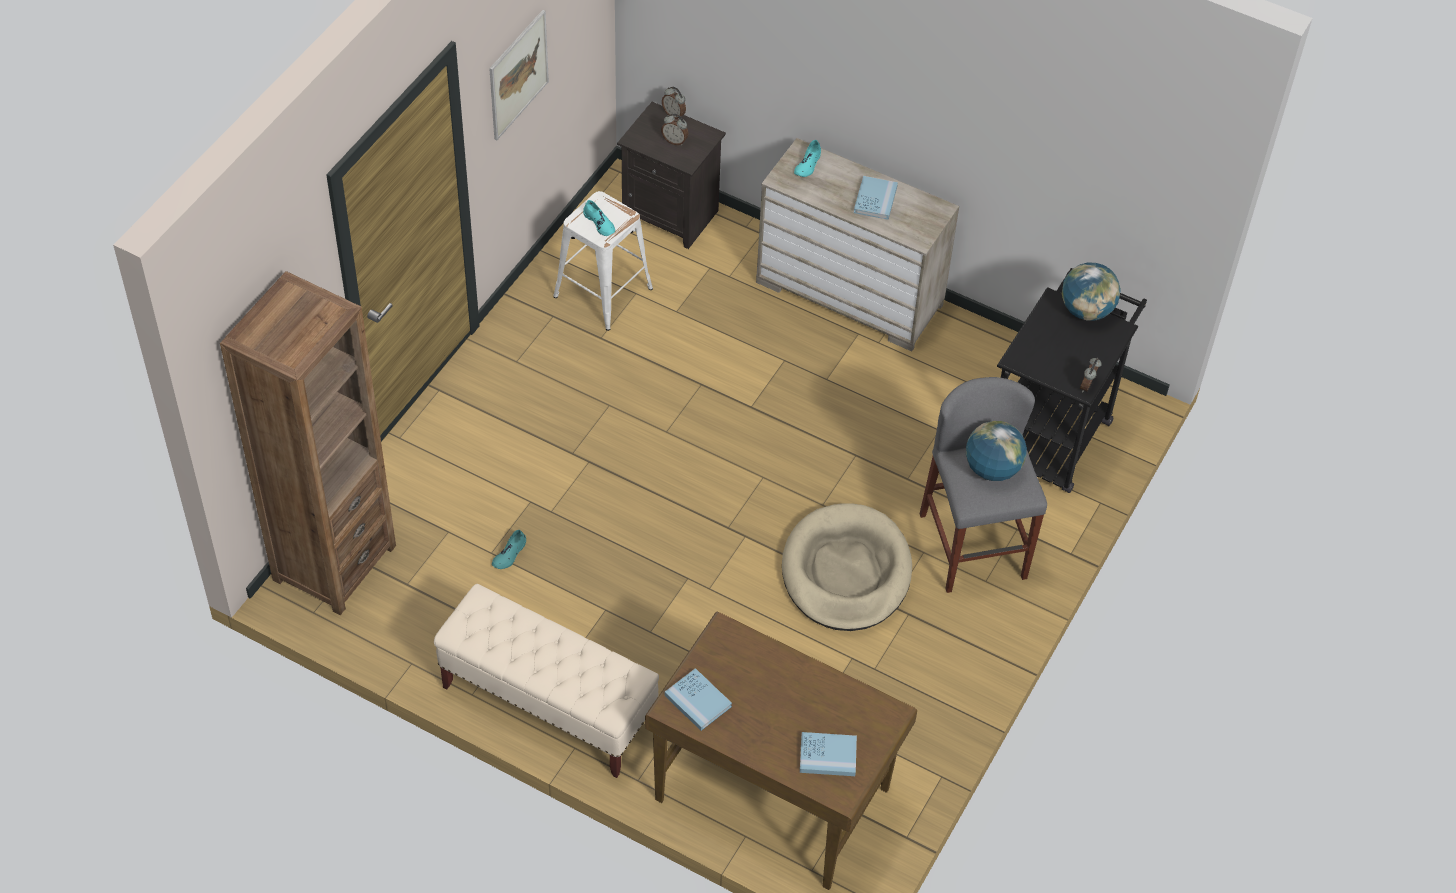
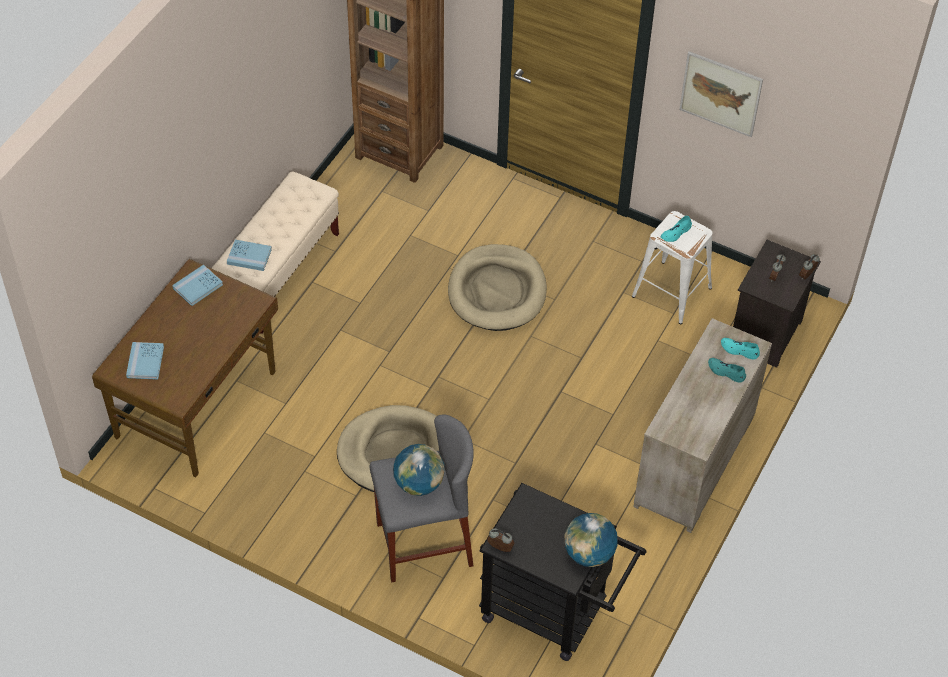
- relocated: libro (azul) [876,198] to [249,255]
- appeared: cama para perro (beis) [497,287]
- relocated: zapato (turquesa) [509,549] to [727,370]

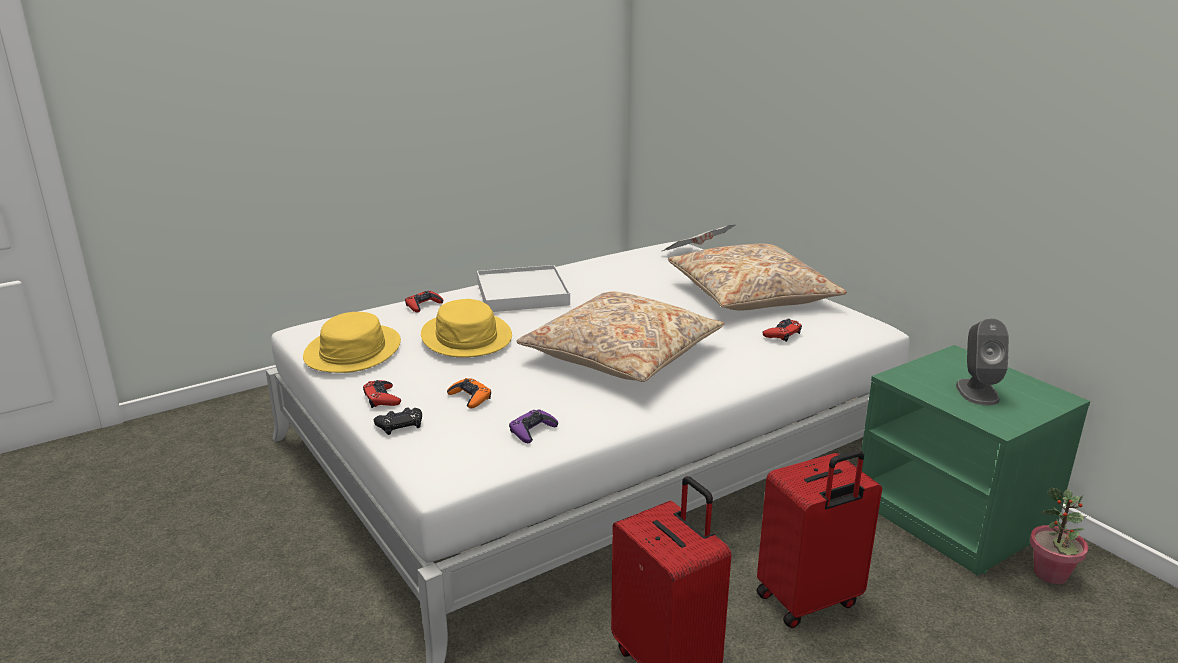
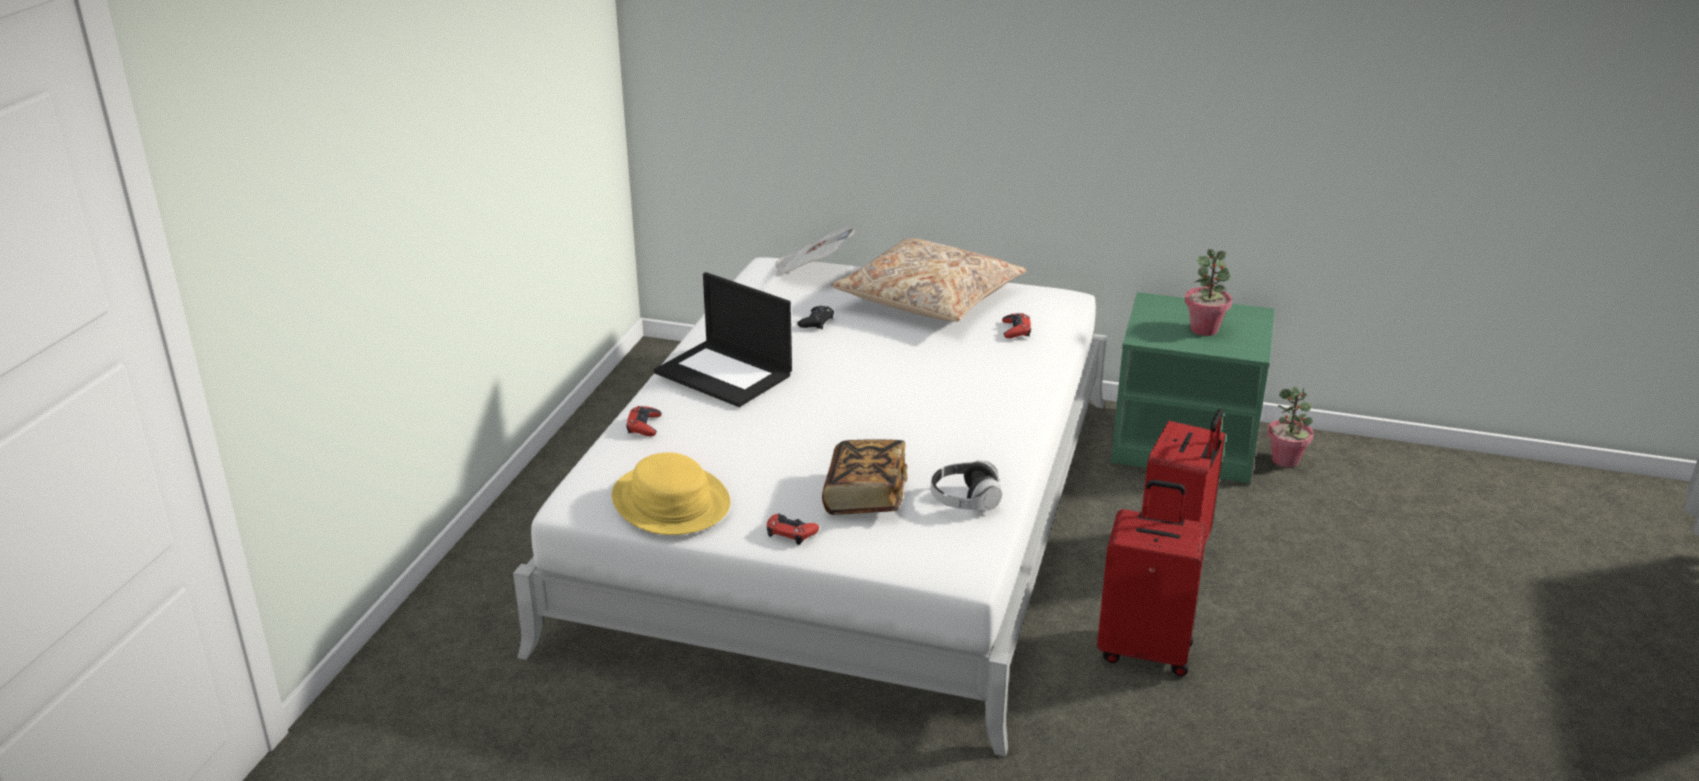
- exchanged: bandeja (blanco) [523,288] to portátil [723,339]
- relocated: mando de consola (negro) [398,421] to [815,317]
- exchanged: mando de consola (naranja) [469,393] to libro [864,477]
- exchanged: mando de consola (morado) [533,426] to auriculares [966,485]
- exchanged: altavoz (gris) [982,361] to planta en maceta [1208,292]
- missing: sombrero (amarillo) [466,328]
- missing: cojín (beis) [620,337]

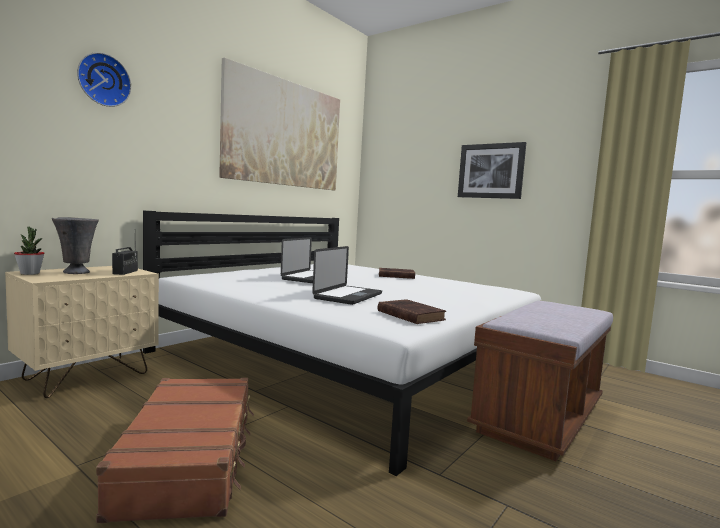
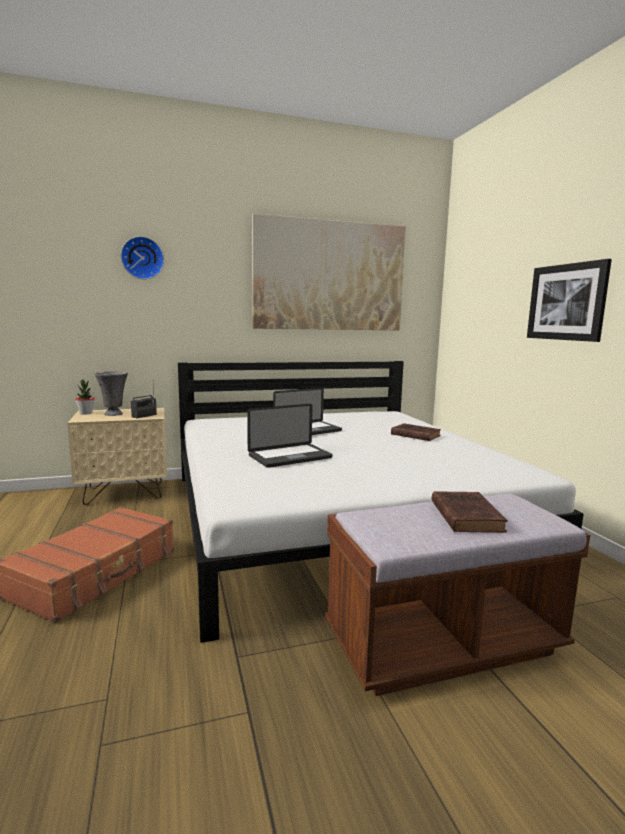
- relocated: libro (marrón) [412,311] to [470,512]

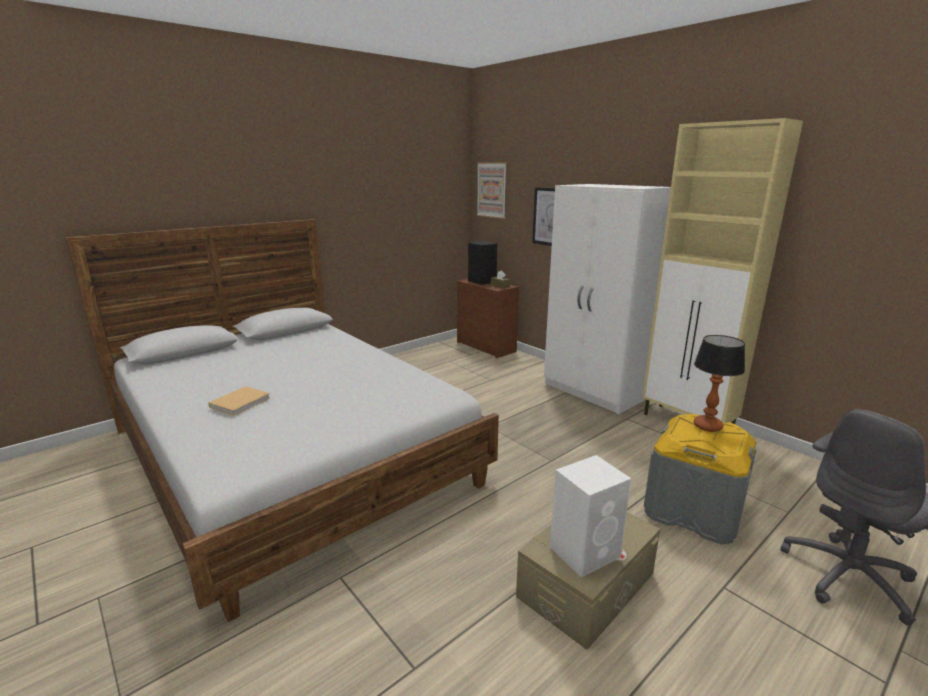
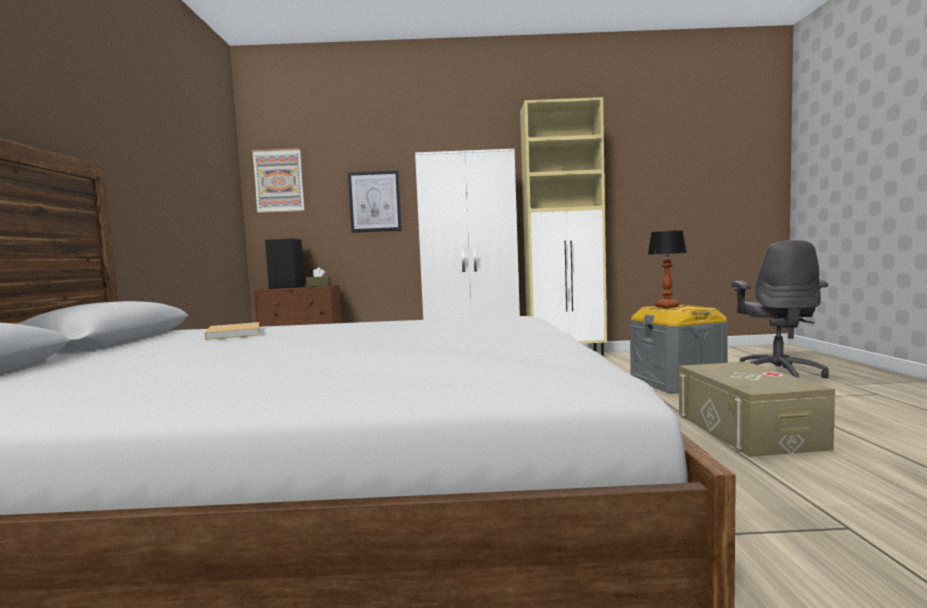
- relocated: libro (beis) [239,401] to [232,331]
- missing: altavoz (blanco) [590,516]

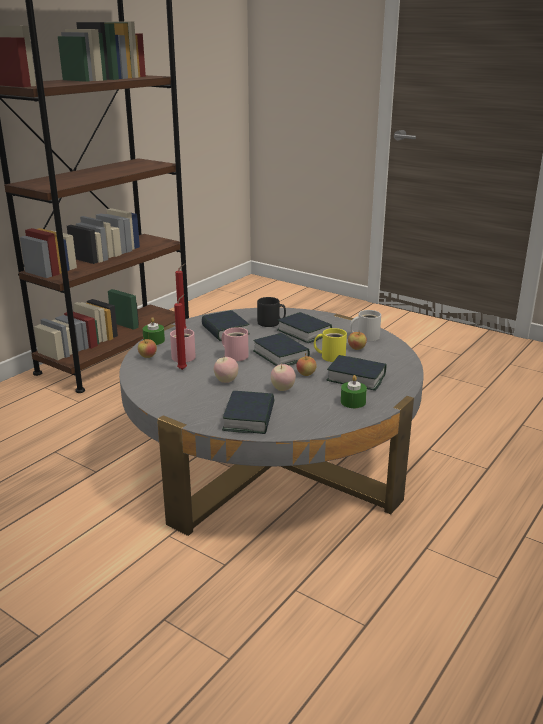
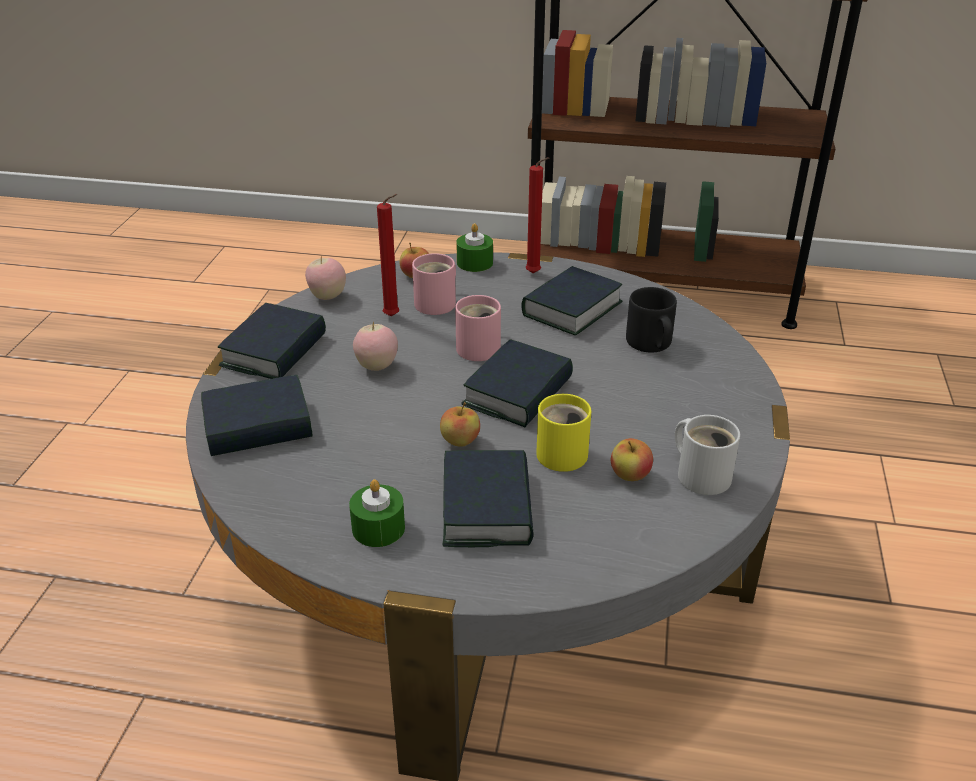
- relocated: libro [304,327] to [272,341]
- relocated: manzana [283,377] to [325,277]

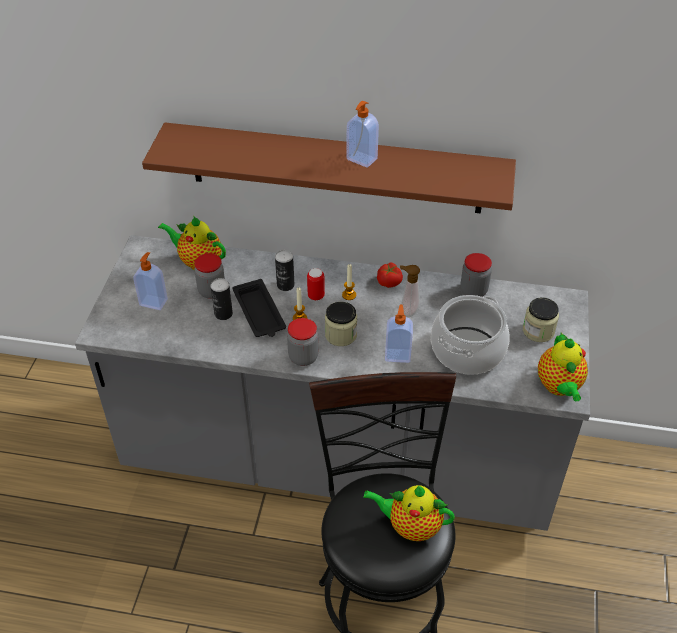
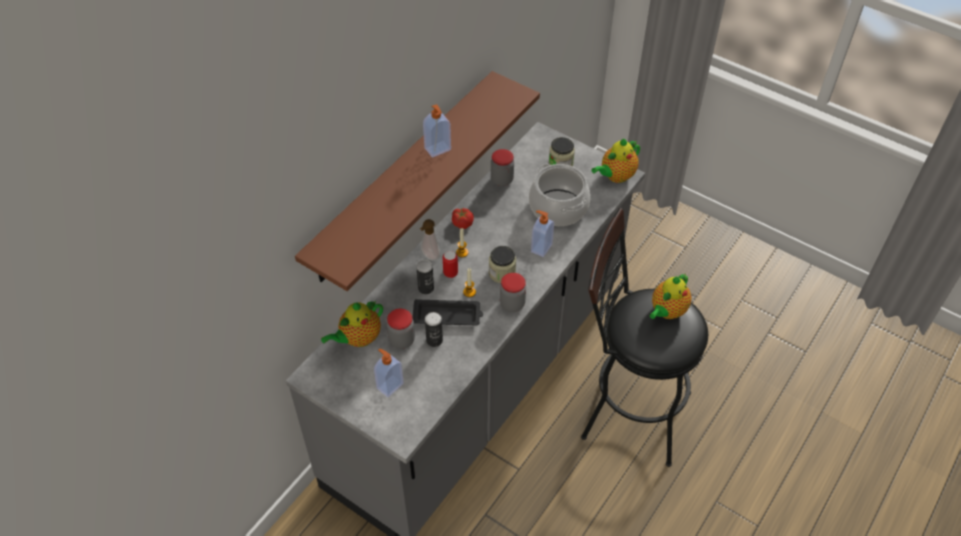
- relocated: dispensador de jabón [410,291] to [430,240]
- spun: tetera [563,367] = [616,161] 120 degrees clockwise

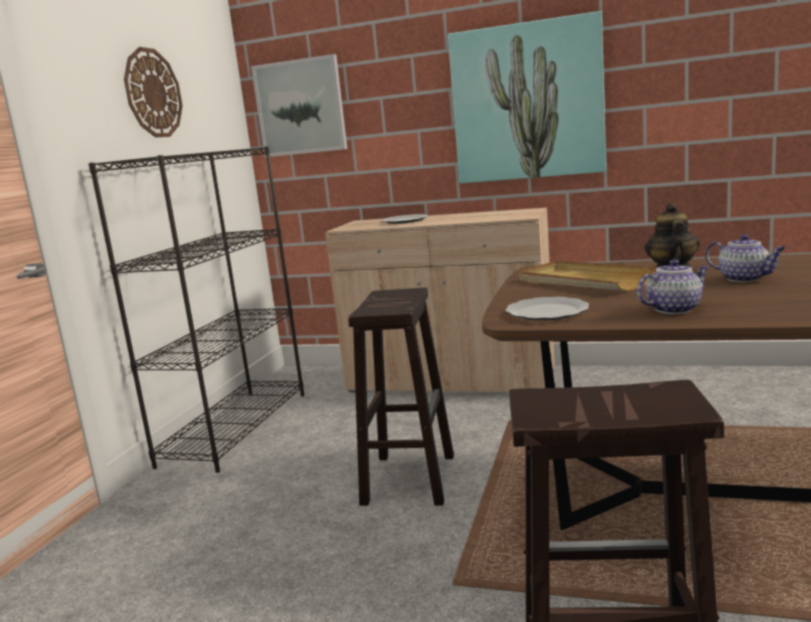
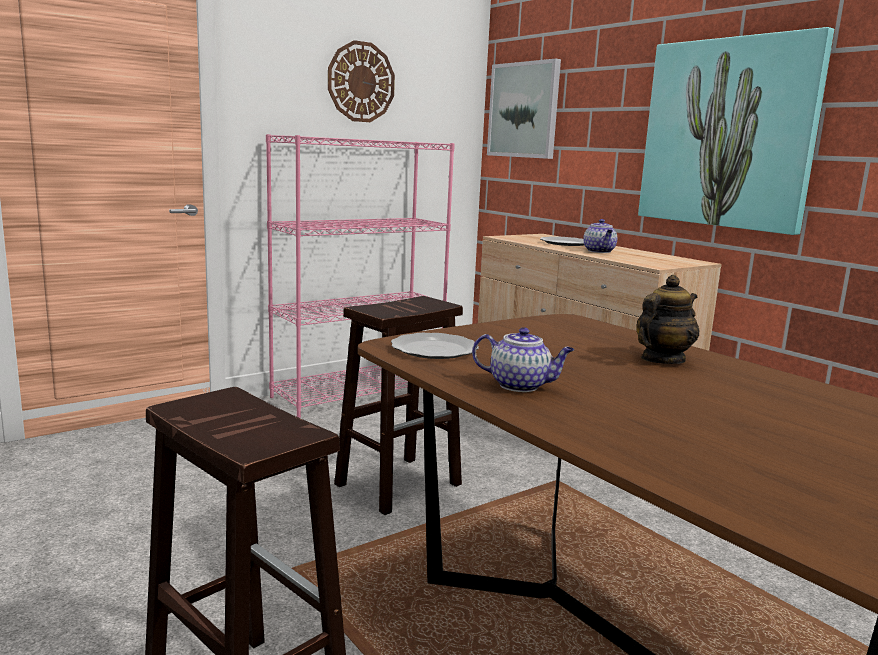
- colour: estantería (negro) [196,309] to estantería (rosa) [360,276]
- relocated: tetera [745,258] to [600,236]
- missing: bandeja (beis) [588,276]

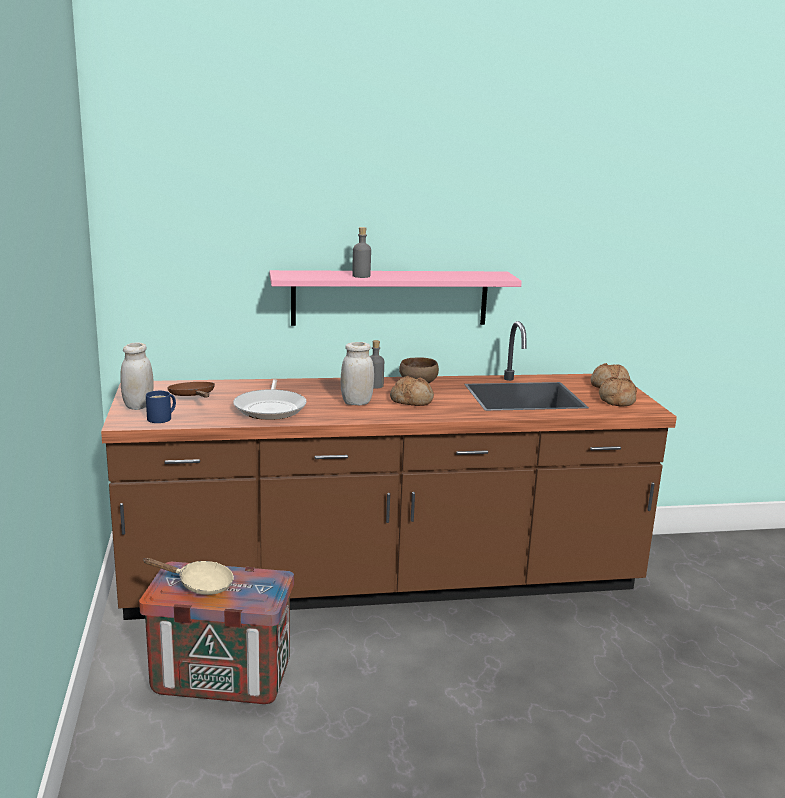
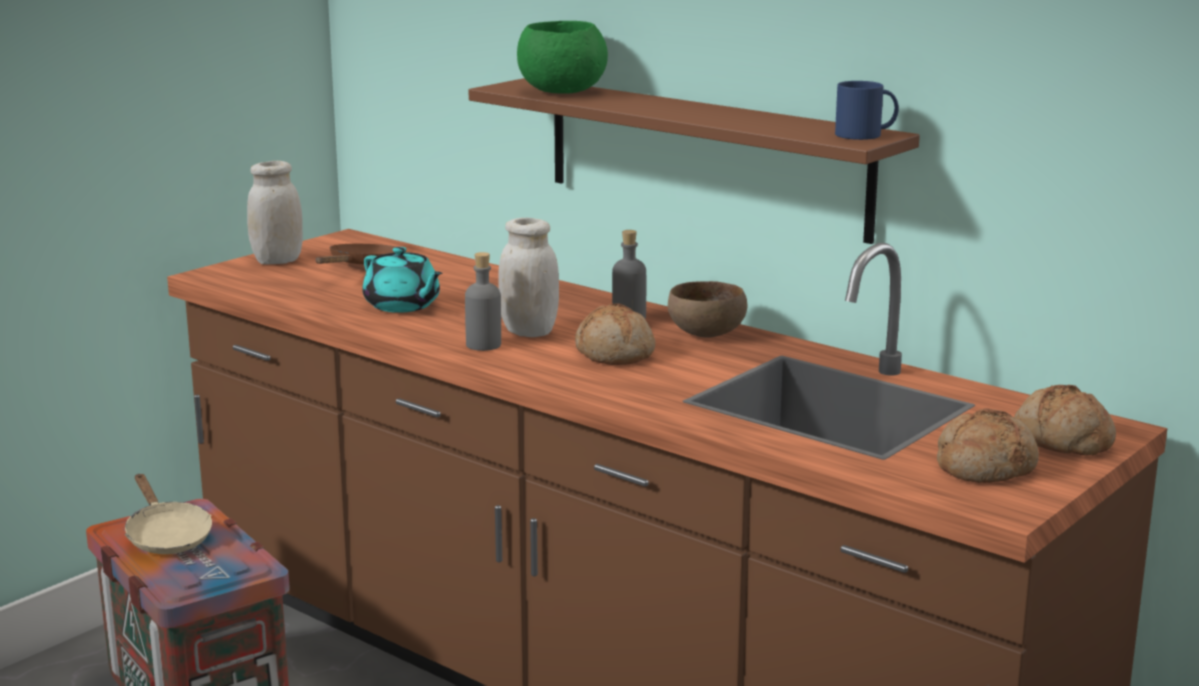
- exchanged: sartén [270,399] to tetera (turquesa) [402,280]
- relocated: botella (gris) [361,252] to [483,301]
- colour: estante (rosa) [396,298] to estante (marrón) [694,161]
- appeared: cuenco (verde) [562,57]
- relocated: taza grande (azul) [161,407] to [867,110]

